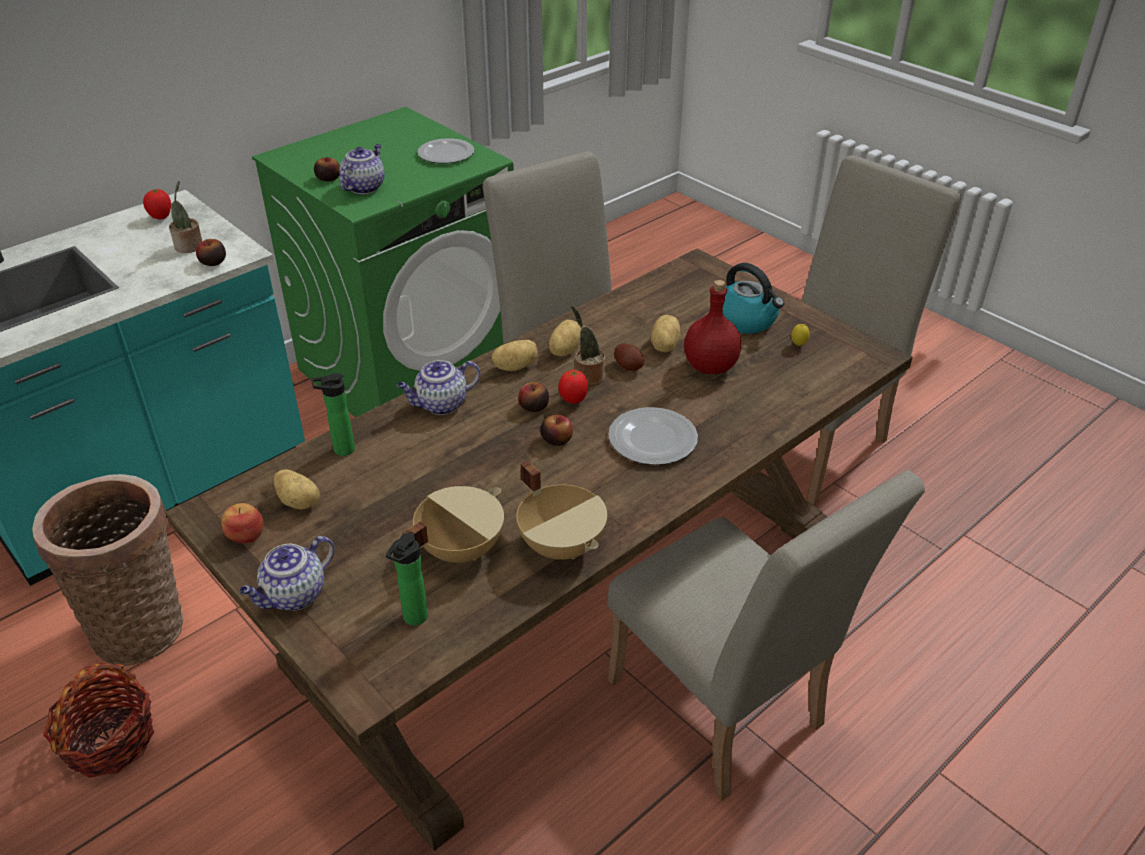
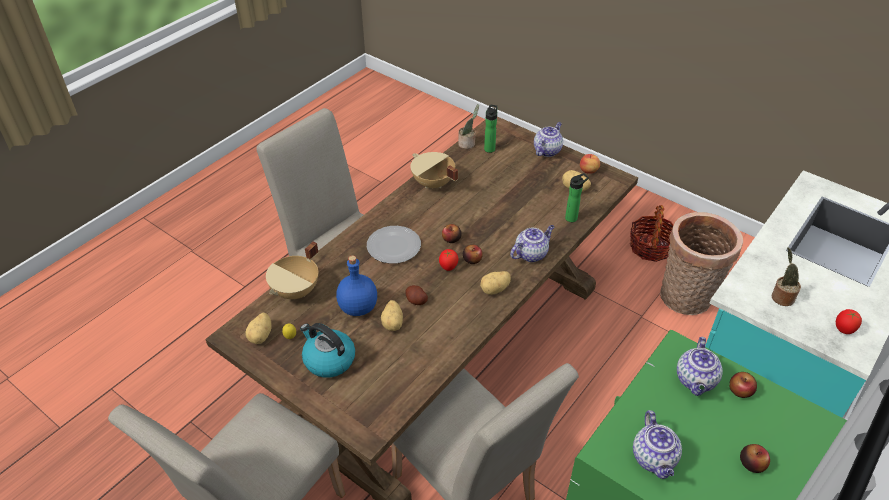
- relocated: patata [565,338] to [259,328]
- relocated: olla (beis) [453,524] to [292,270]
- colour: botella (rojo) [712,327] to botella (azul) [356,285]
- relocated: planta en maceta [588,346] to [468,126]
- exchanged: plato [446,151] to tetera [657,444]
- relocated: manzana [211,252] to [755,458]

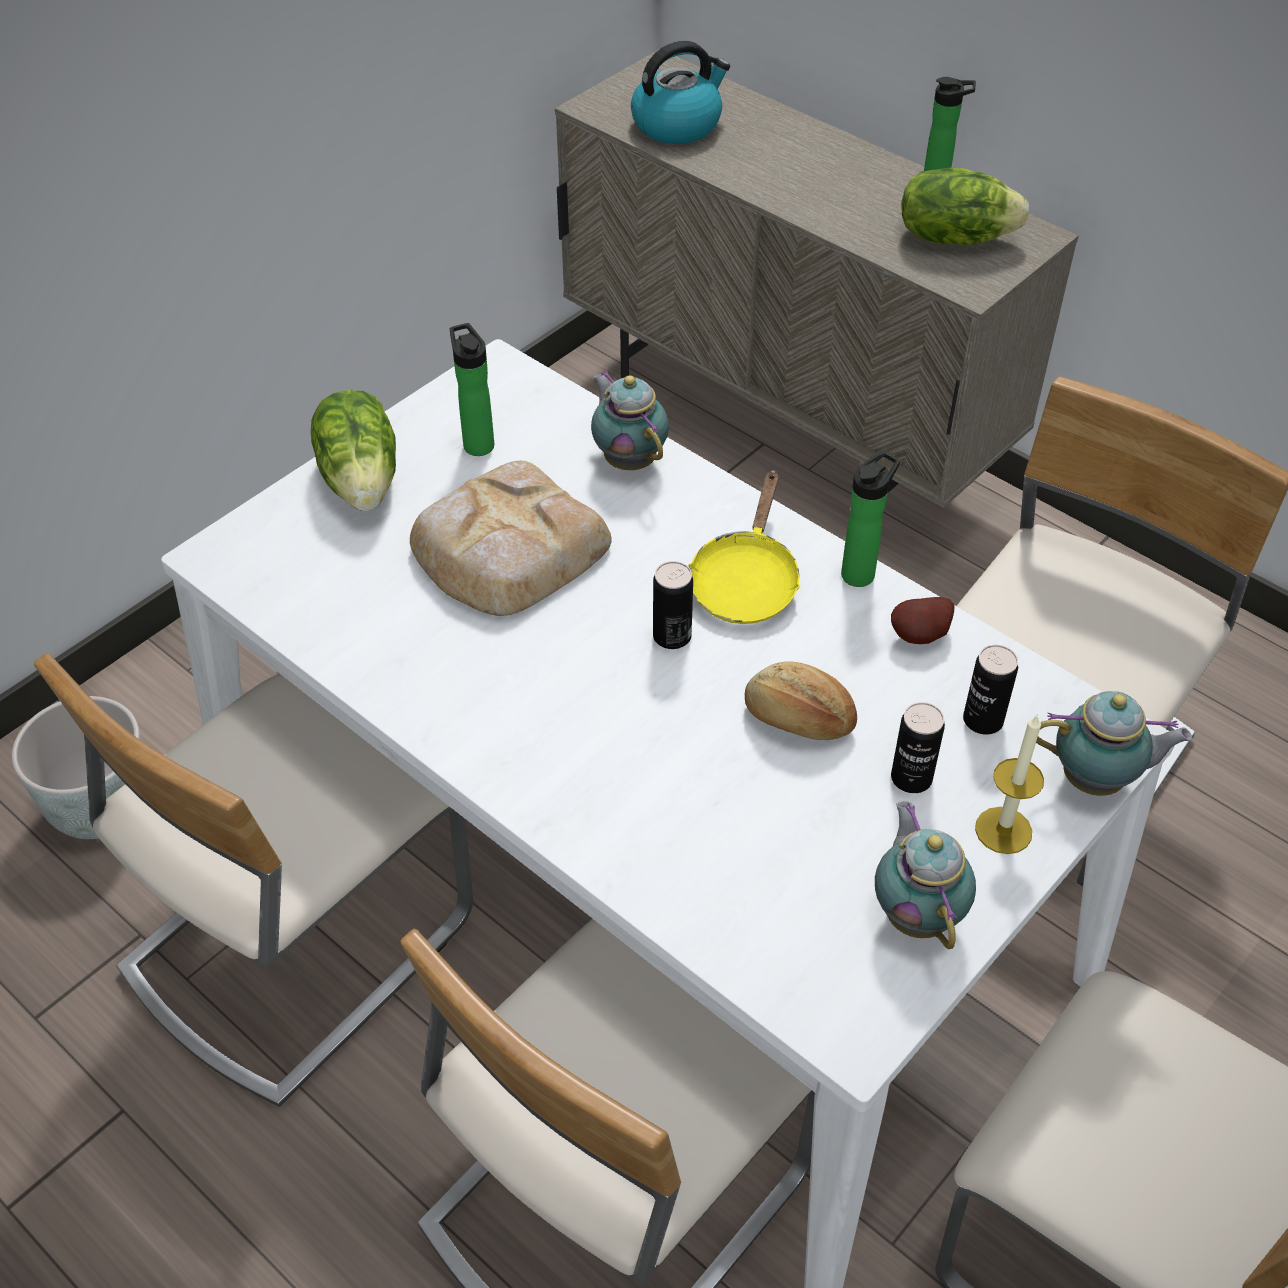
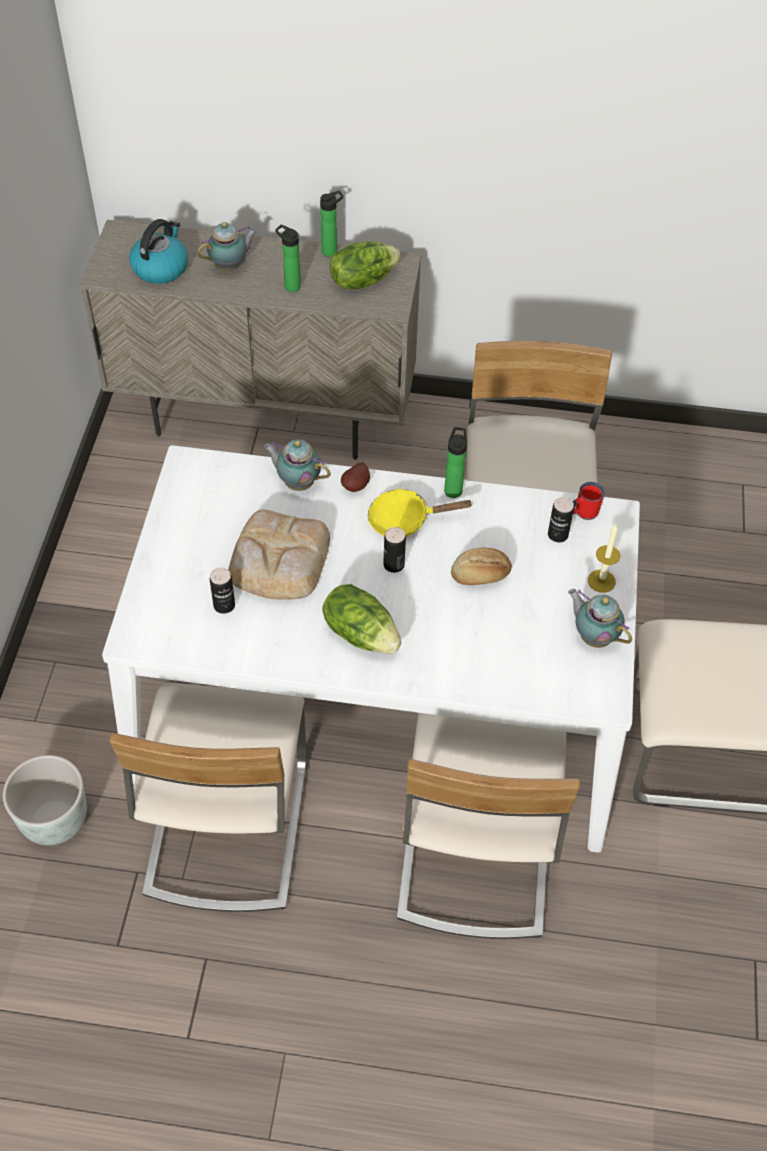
- relocated: tetera [1114,743] to [227,246]
- relocated: lata [918,747] to [222,591]
- relocated: botella [472,389] to [288,258]
- relocated: lechuga [353,450] to [361,619]
- relocated: patata [922,620] to [355,477]
- spun: sartén (amarillo) [744,547] = [420,513] 105 degrees clockwise
- appeared: taza grande (rojo) [589,501]

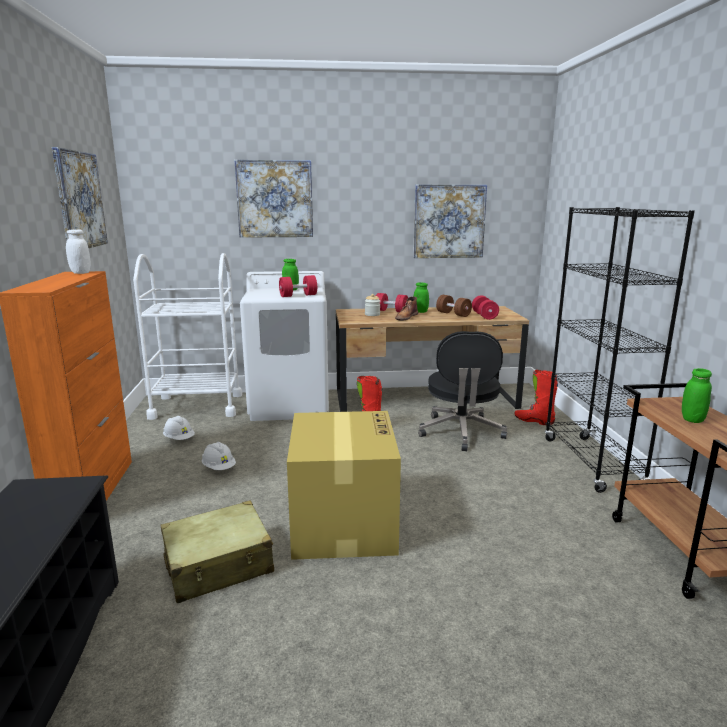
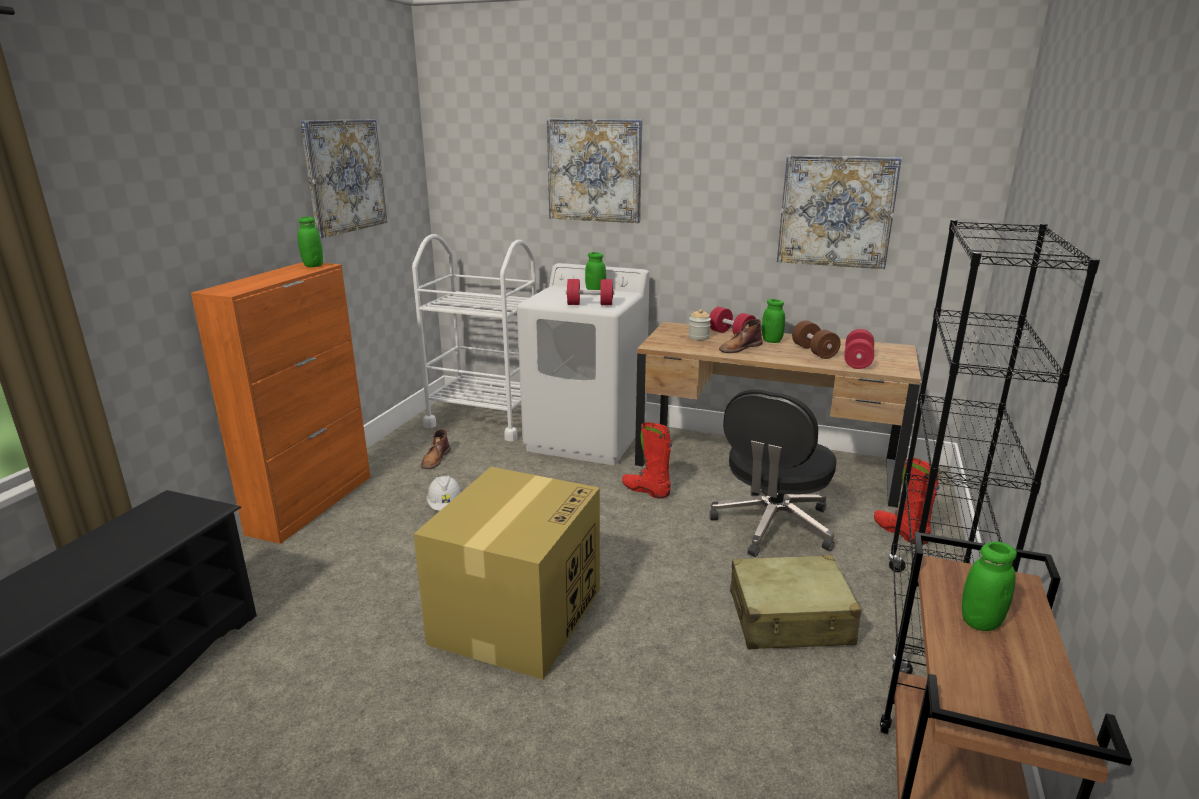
- colour: tarro (blanco) [78,251] to tarro (verde) [310,242]
- exchanged: casco (blanco) [179,428] to bota (marrón) [436,449]
- relocated: maleta (beis) [217,551] to [795,602]

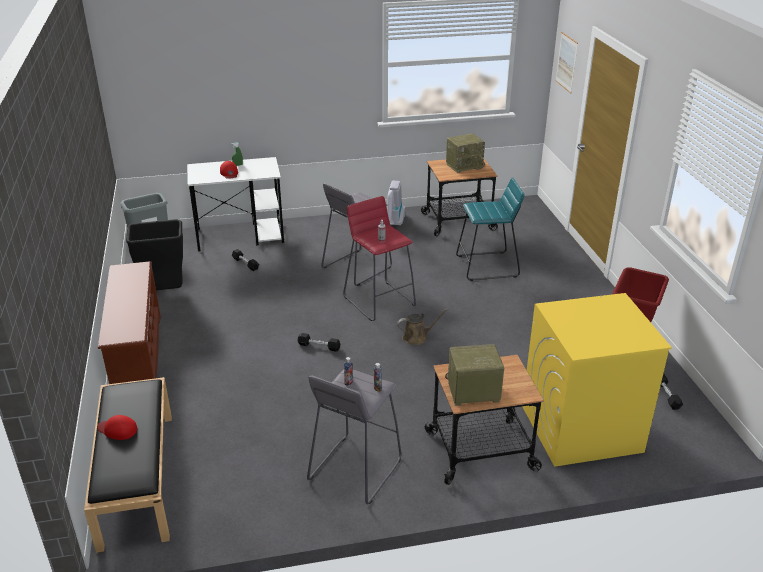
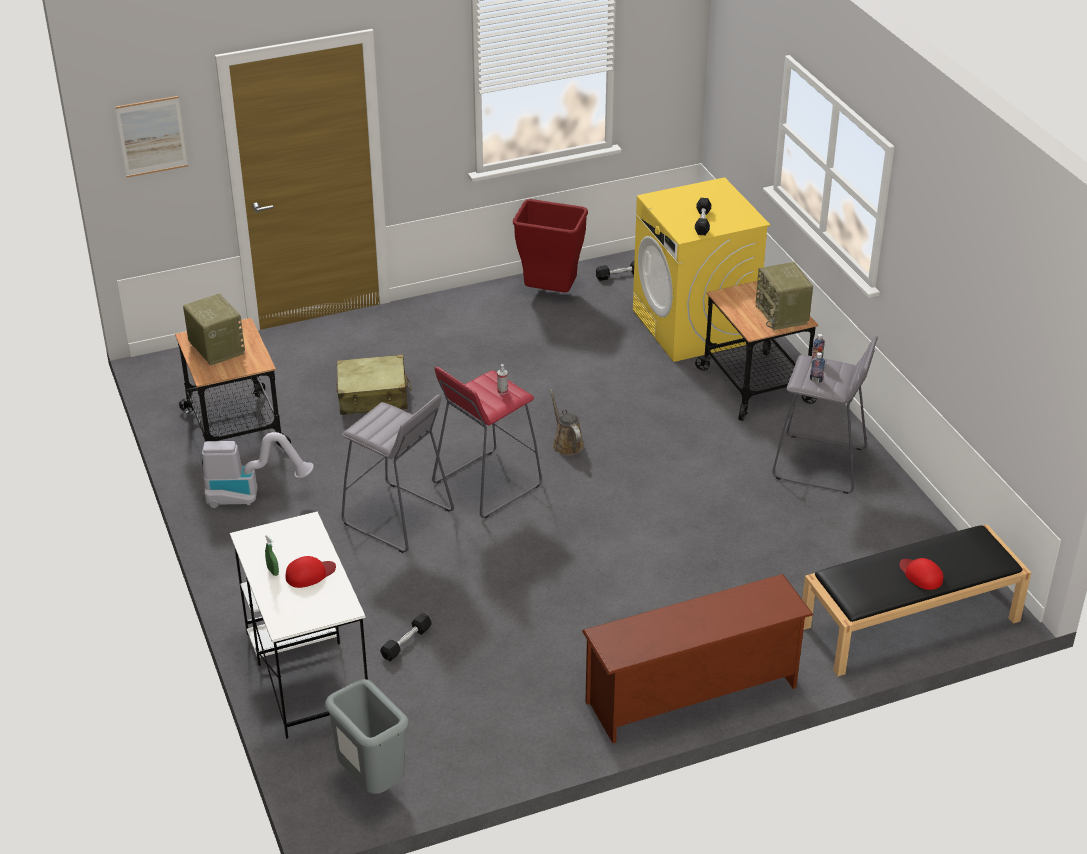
- exchanged: taburete (turquesa) [490,229] to maleta (beis) [374,385]
- relocated: mancuerna (negro) [319,342] to [703,216]
- spun: gorra (rojo) [117,427] = [921,574] 135 degrees clockwise
- missing: papelera (negro) [154,254]

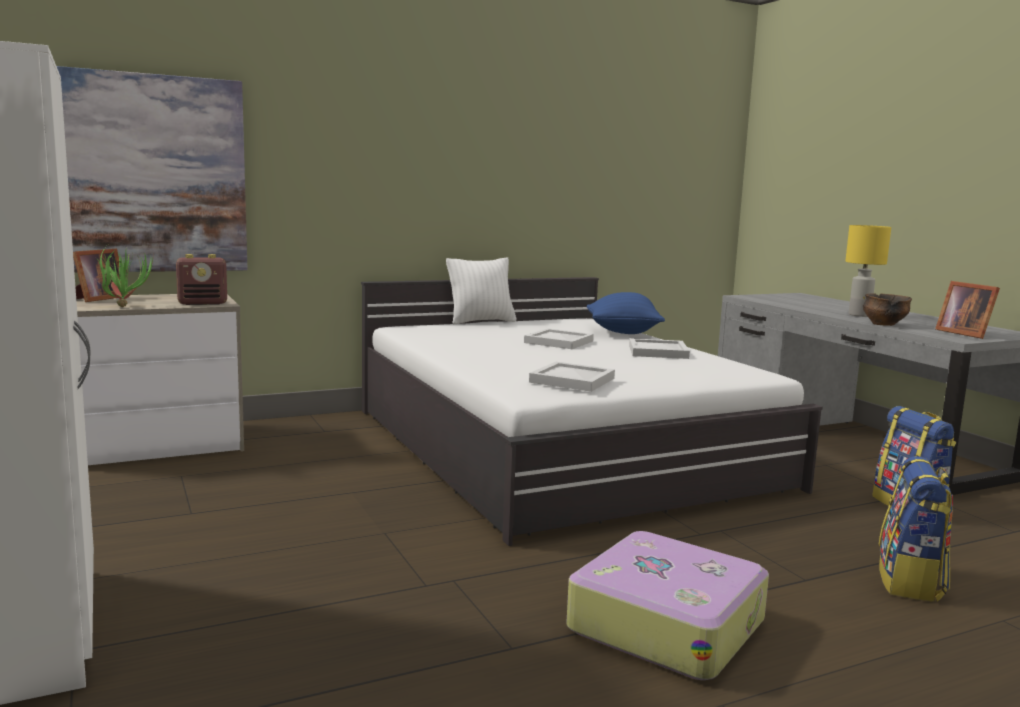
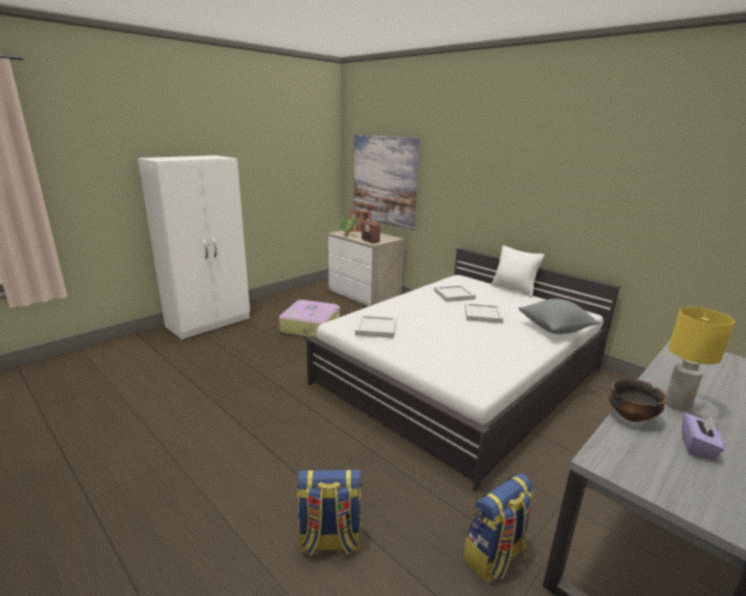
- relocated: maleta [667,605] to [309,319]
- relocated: bandeja (blanco) [659,348] to [455,293]
- colour: cojín (azul) [626,313] to cojín (gris) [559,316]
- appeared: caja de pañuelos (morado) [702,436]
- missing: portarretratos [967,310]

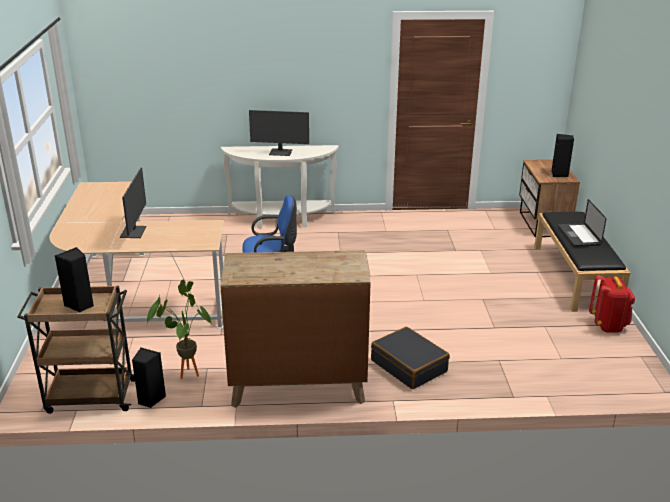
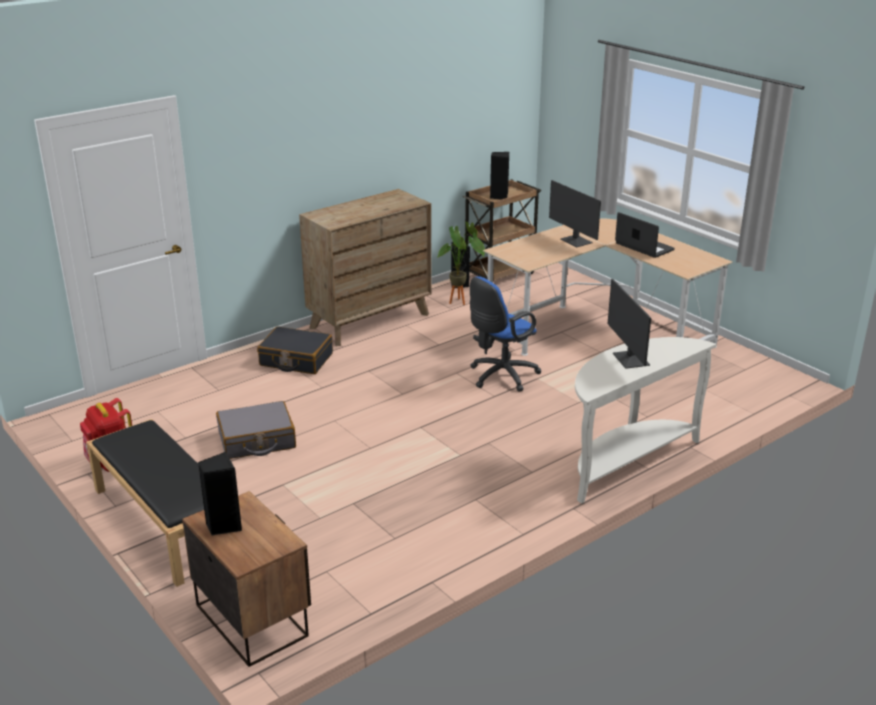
- appeared: maleta (gris) [256,430]
- spun: monitor [279,133] = [629,324] 75 degrees counterclockwise
- relocated: portátil [582,223] to [644,235]

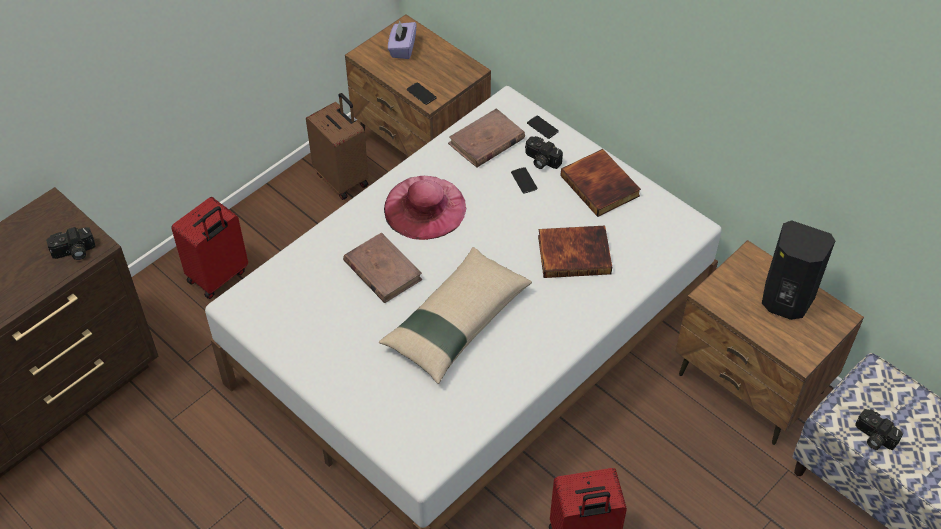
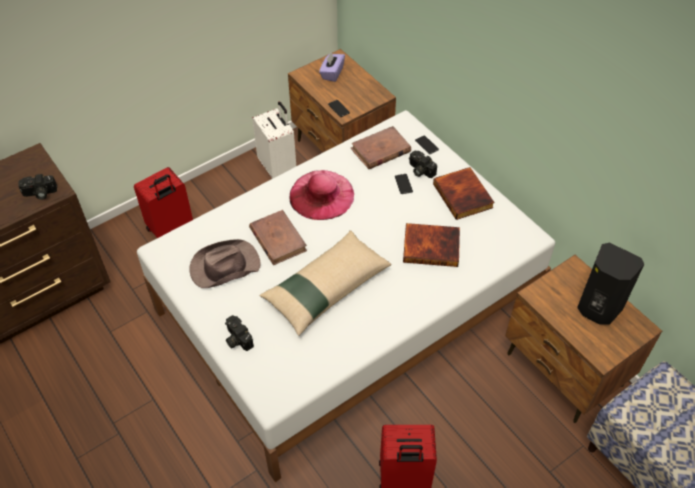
- appeared: sombrero (marrón) [225,263]
- relocated: cámara [879,429] to [239,333]
- colour: maleta (marrón) [337,146] to maleta (blanco) [274,140]

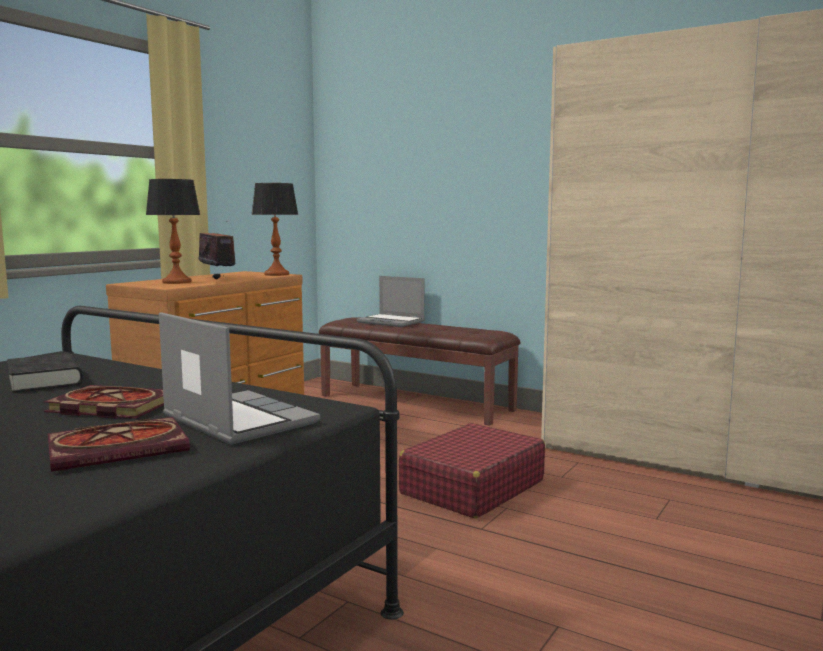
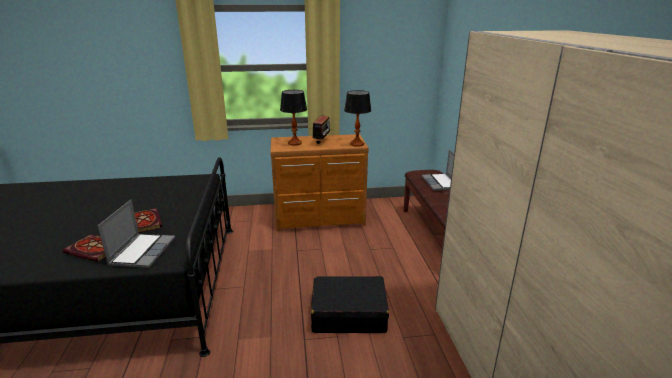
- colour: maleta (rojo) [472,471] to maleta (negro) [350,304]
- missing: libro (negro) [45,373]

